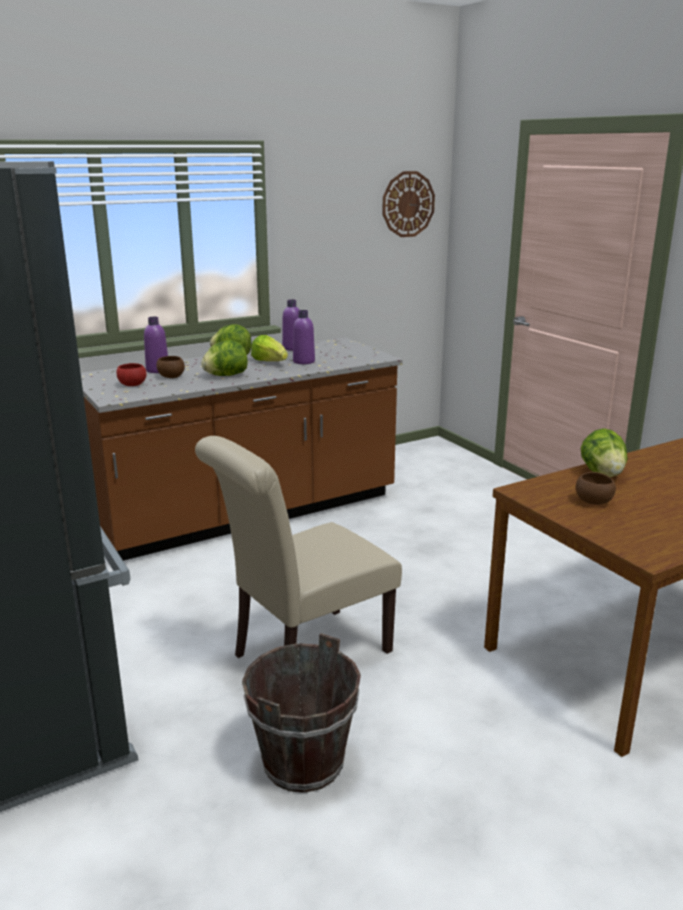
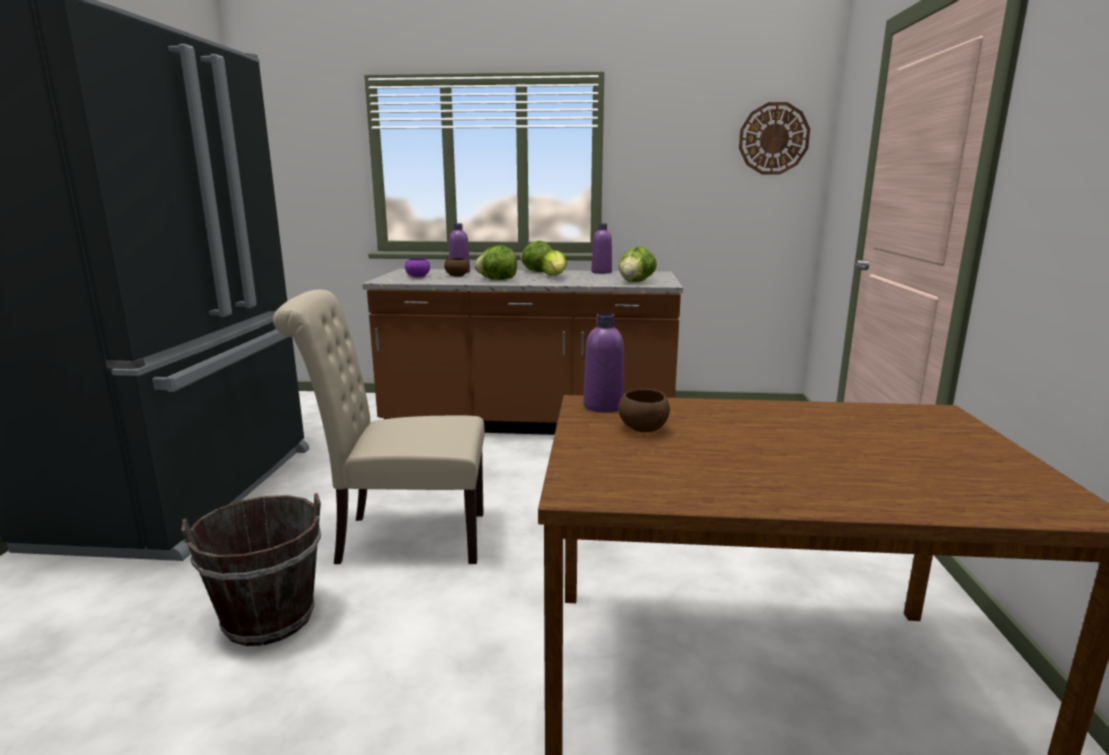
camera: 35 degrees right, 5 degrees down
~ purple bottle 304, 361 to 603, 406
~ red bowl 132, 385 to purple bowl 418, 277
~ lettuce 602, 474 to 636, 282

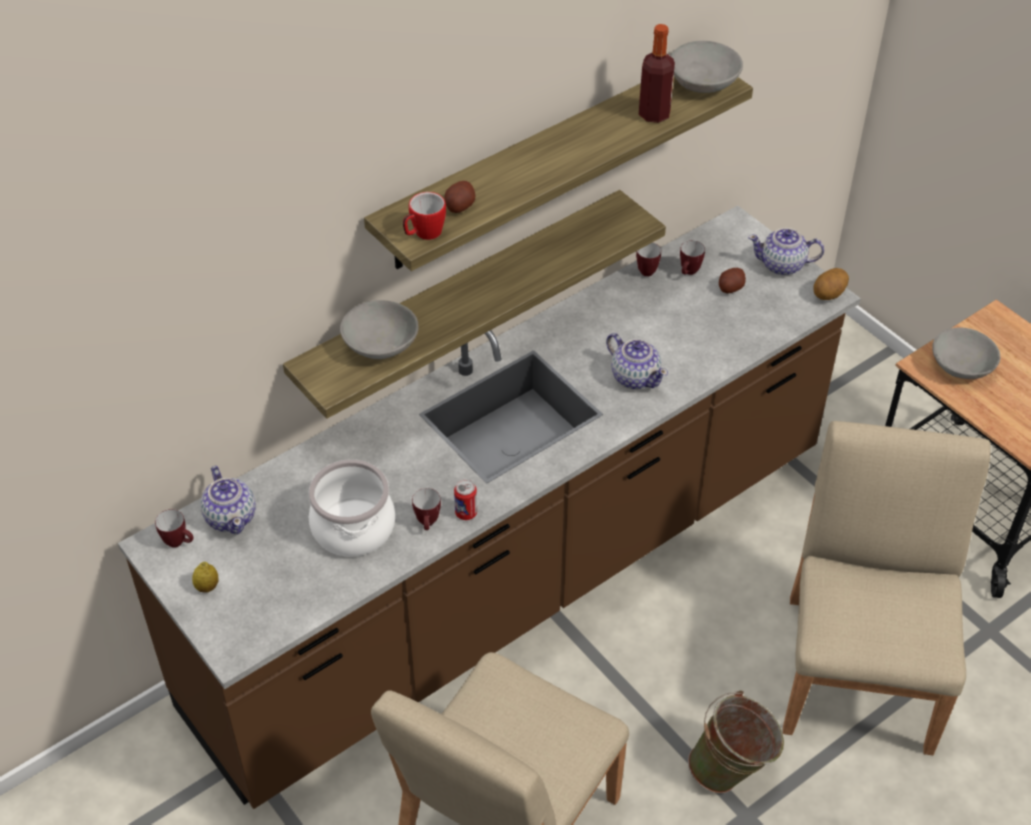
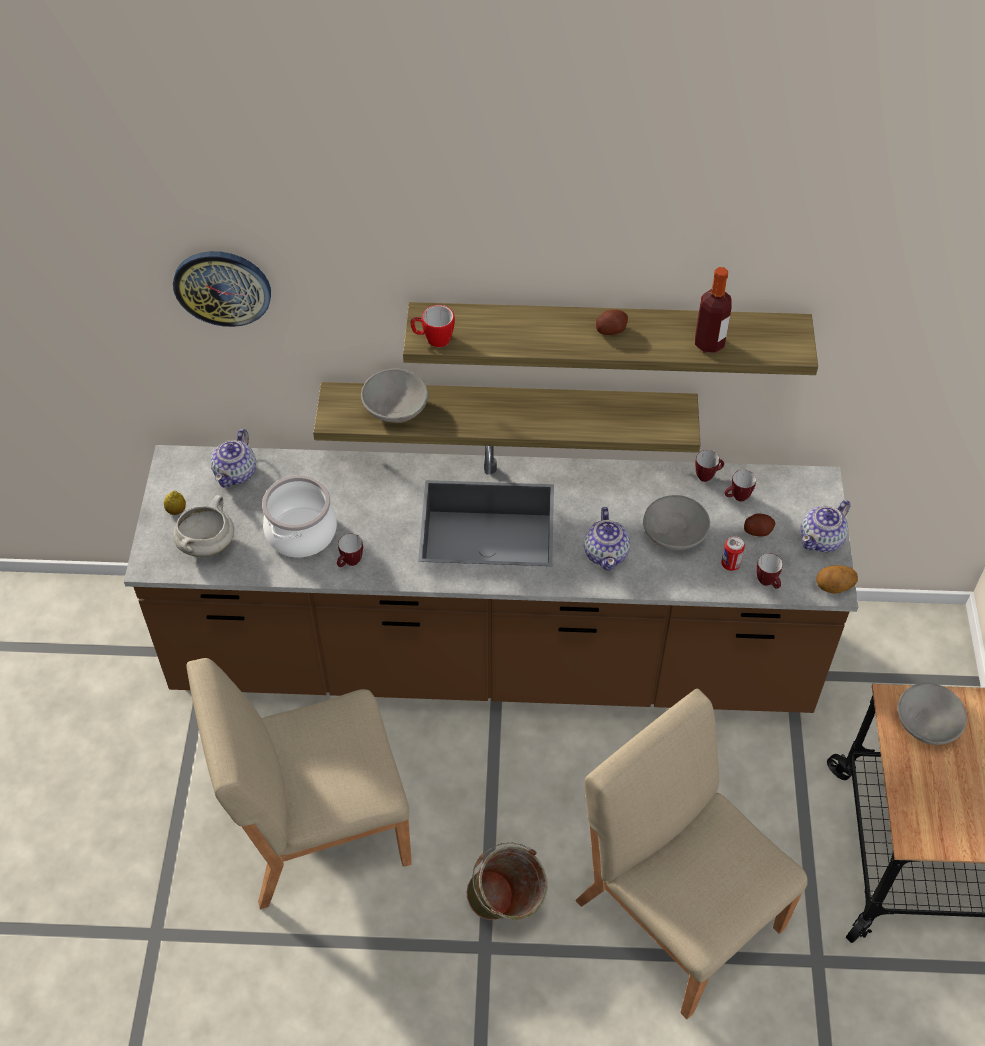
camera: 40 degrees right, 5 degrees up
~ grey bowl 703, 83 to 674, 534
~ potato 459, 206 to 611, 330
~ teapot 783, 265 = 822, 539 90 degrees counterclockwise
~ beige chair 860, 670 = 678, 911 90 degrees counterclockwise
~ can 466, 513 to 730, 564
~ mug 179, 543 to 768, 583
+ wall clock 222, 287
+ white cooking pot 207, 544

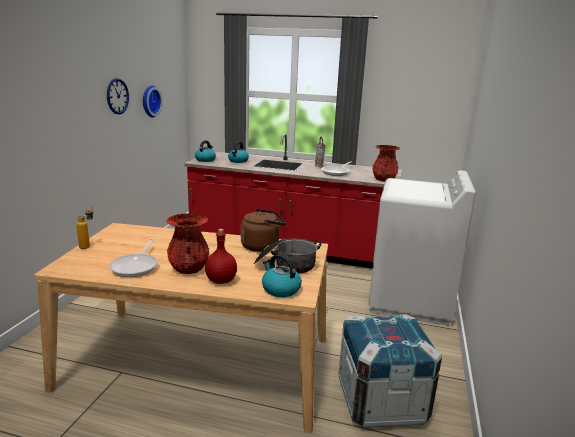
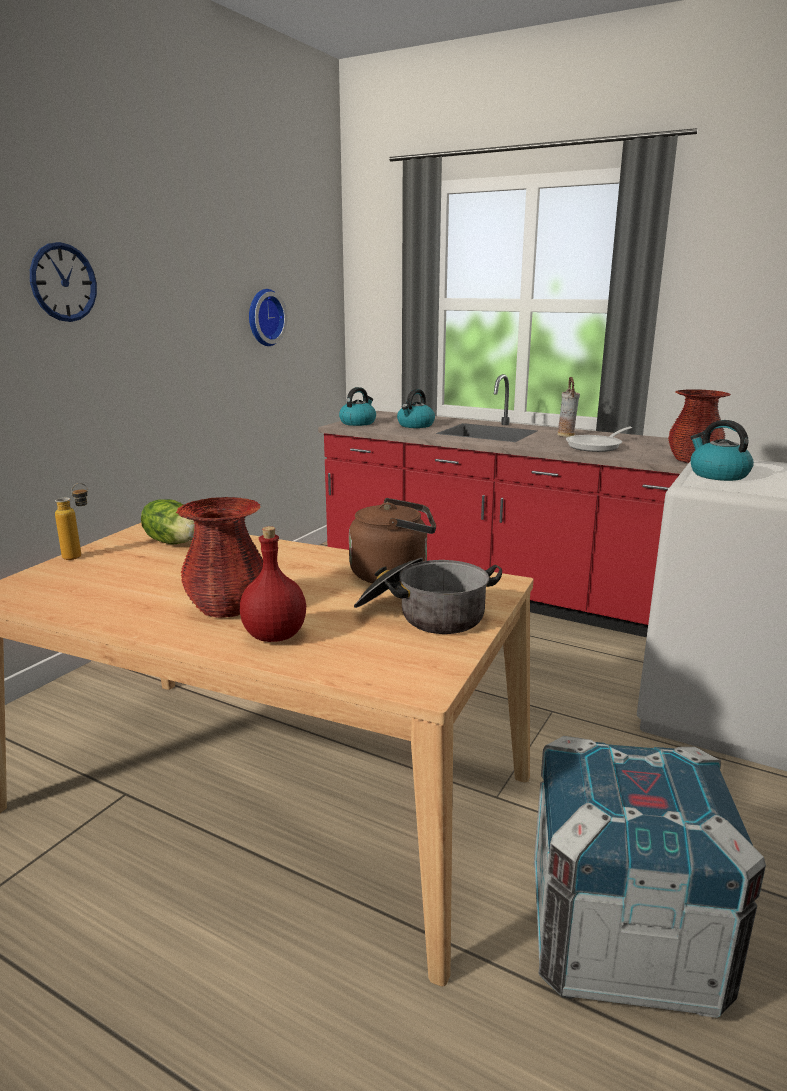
camera: 15 degrees right, 0 degrees up
~ wall clock 117, 96 to 63, 282
- frying pan 136, 266
~ kettle 280, 289 to 717, 475
+ lettuce 173, 542

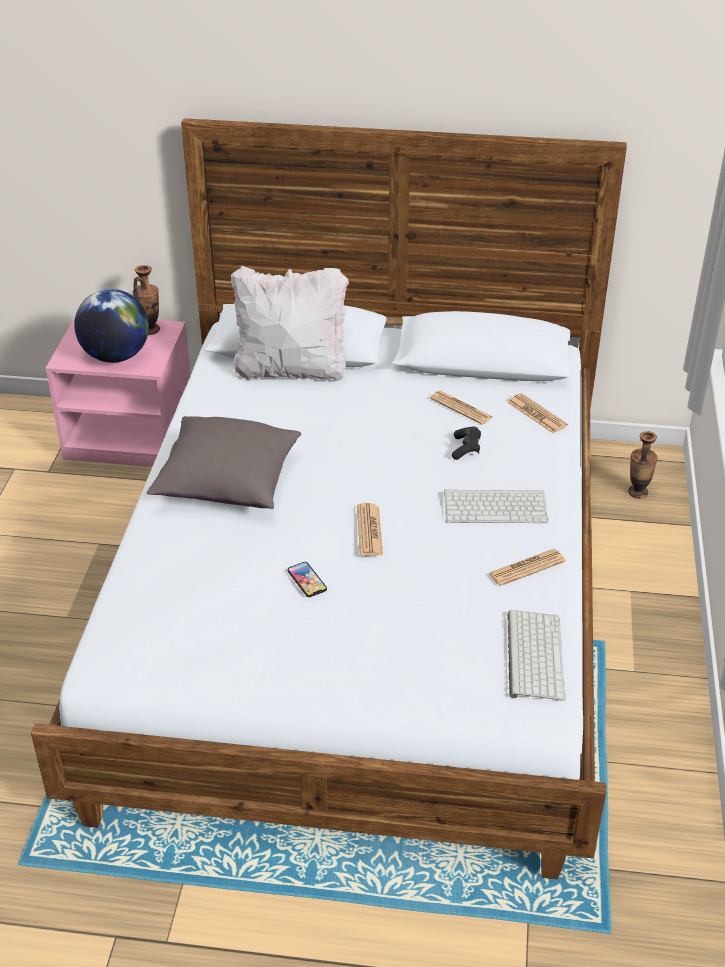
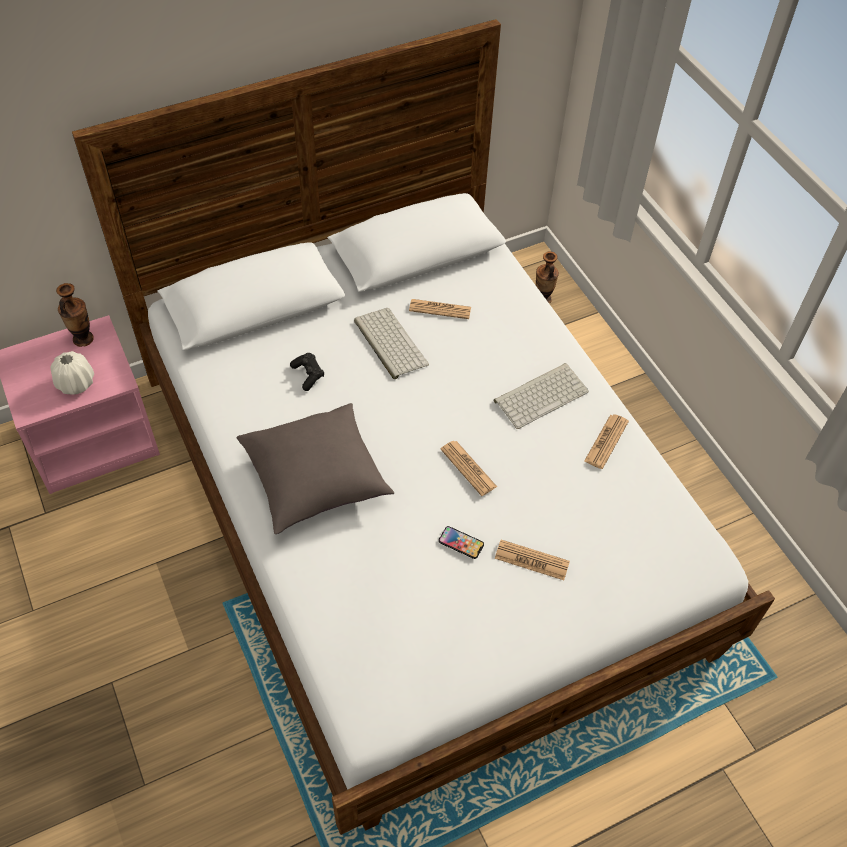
camera: 35 degrees left, 15 degrees up
- white pillow 291, 371
~ globe 116, 356 to white vase 76, 383
~ newspaper 536, 414 to 532, 560
~ black game controller 466, 449 to 308, 375
~ keyboard 533, 654 to 389, 342

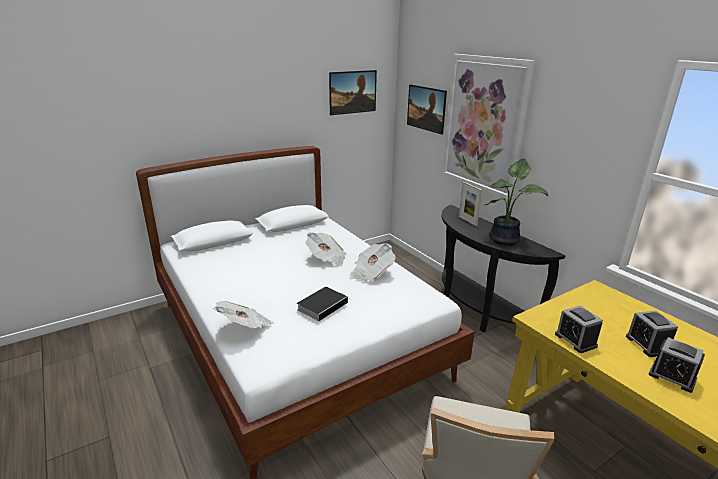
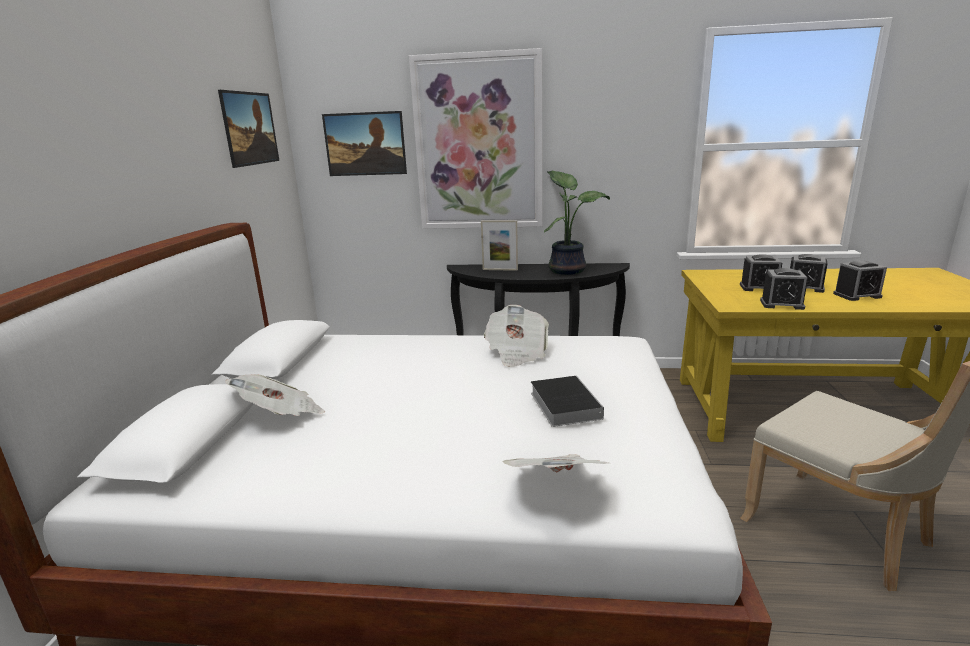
camera: 50 degrees left, 5 degrees down
~ newspaper 326, 259 to 282, 415
+ alarm clock 759, 287

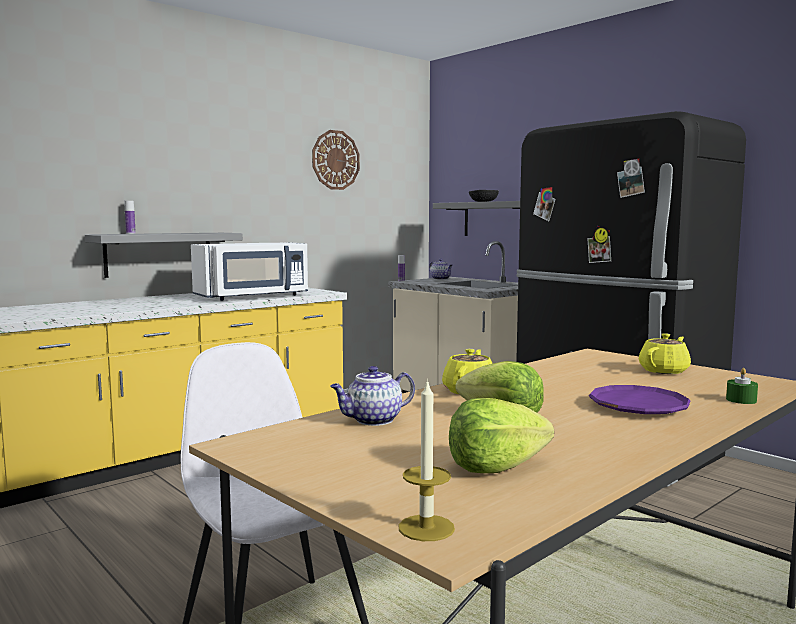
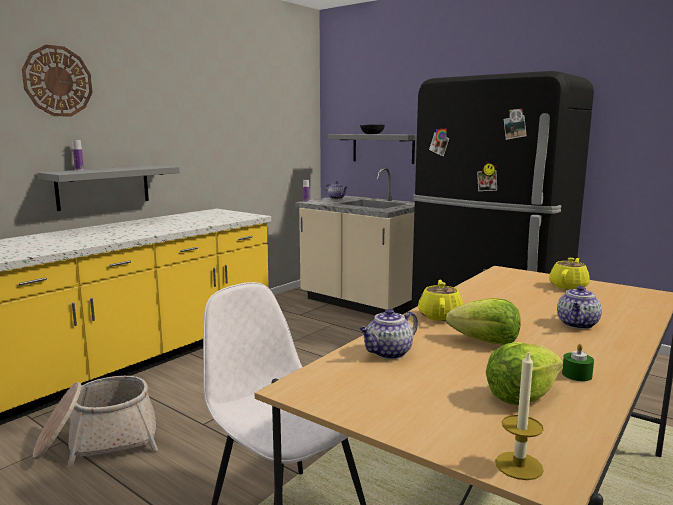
camera: 10 degrees left, 5 degrees up
~ wall clock 335, 160 to 58, 81
- white microwave 253, 297
~ green candle 741, 400 to 576, 375
~ purple plate 638, 407 to teapot 577, 324
+ basket 99, 441

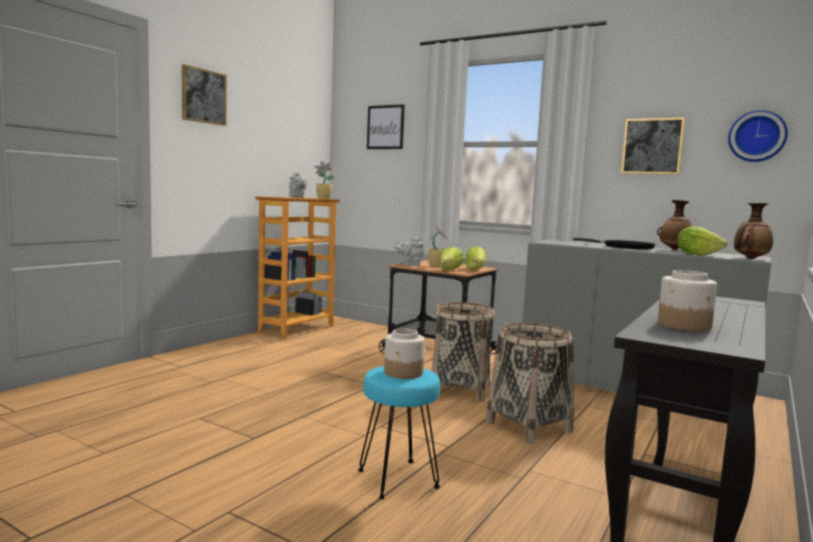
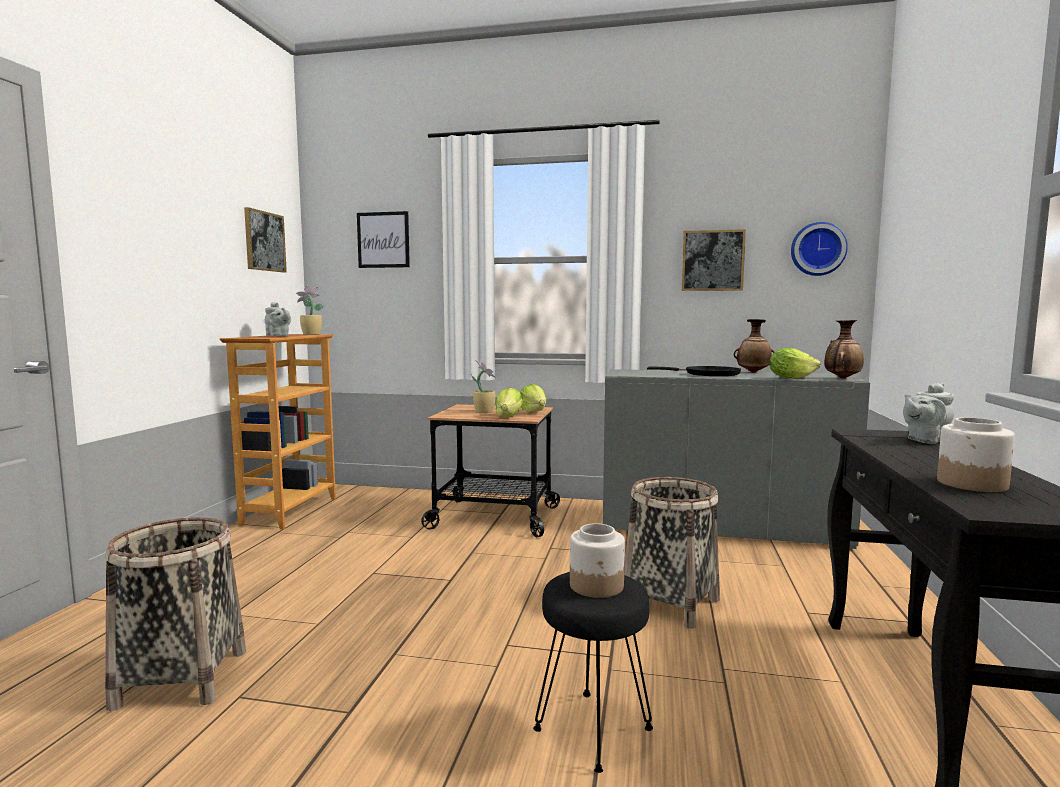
camera: 20 degrees left, 0 degrees up
~ picture 203, 96 to 264, 241
~ grey teapot 410, 265 to 925, 440
~ basket 460, 390 to 182, 678
~ turquoise stool 397, 480 to black stool 593, 730

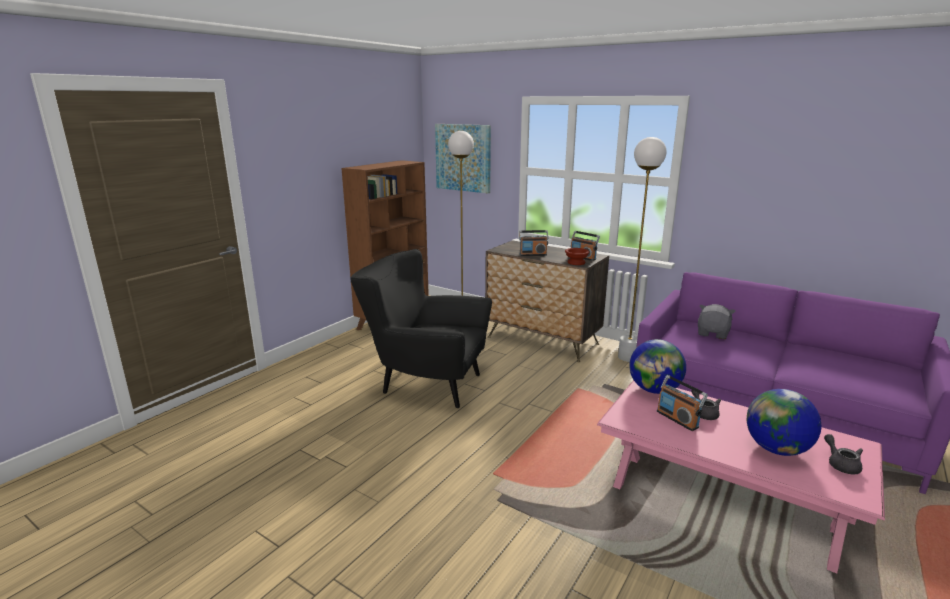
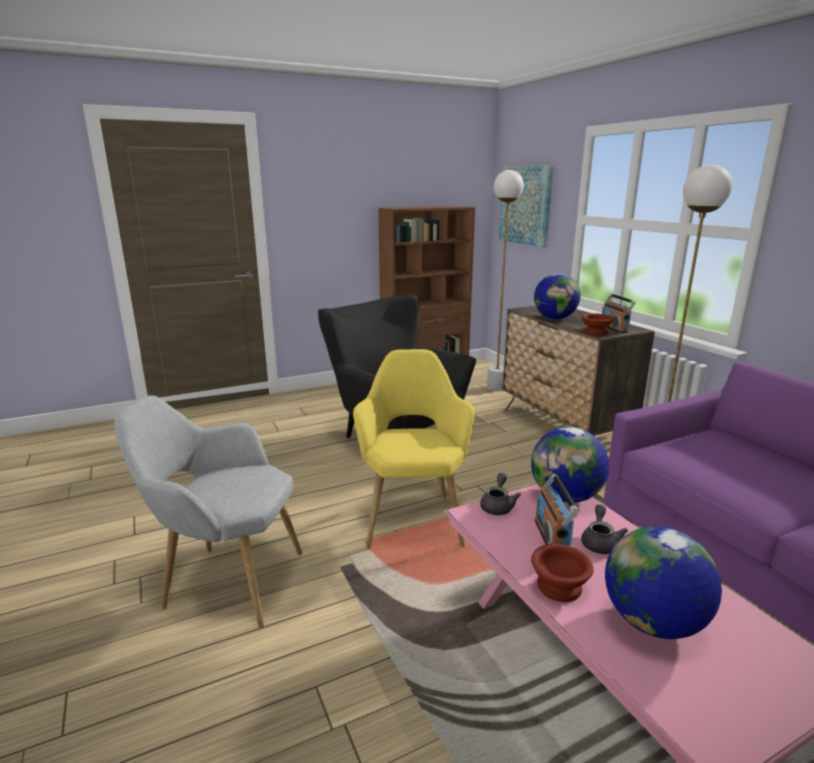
camera: 30 degrees right, 0 degrees up
~ radio 533, 254 to globe 555, 318
- grey plush toy 713, 333
~ grey teapot 841, 464 to 498, 505
+ yellow armchair 413, 516
+ grey armchair 225, 581
+ brown bowl 561, 587

